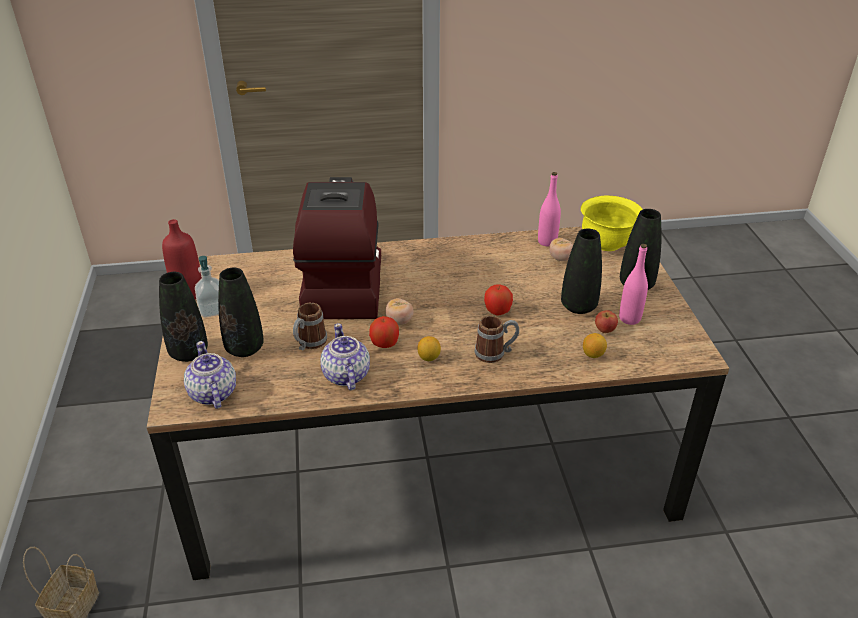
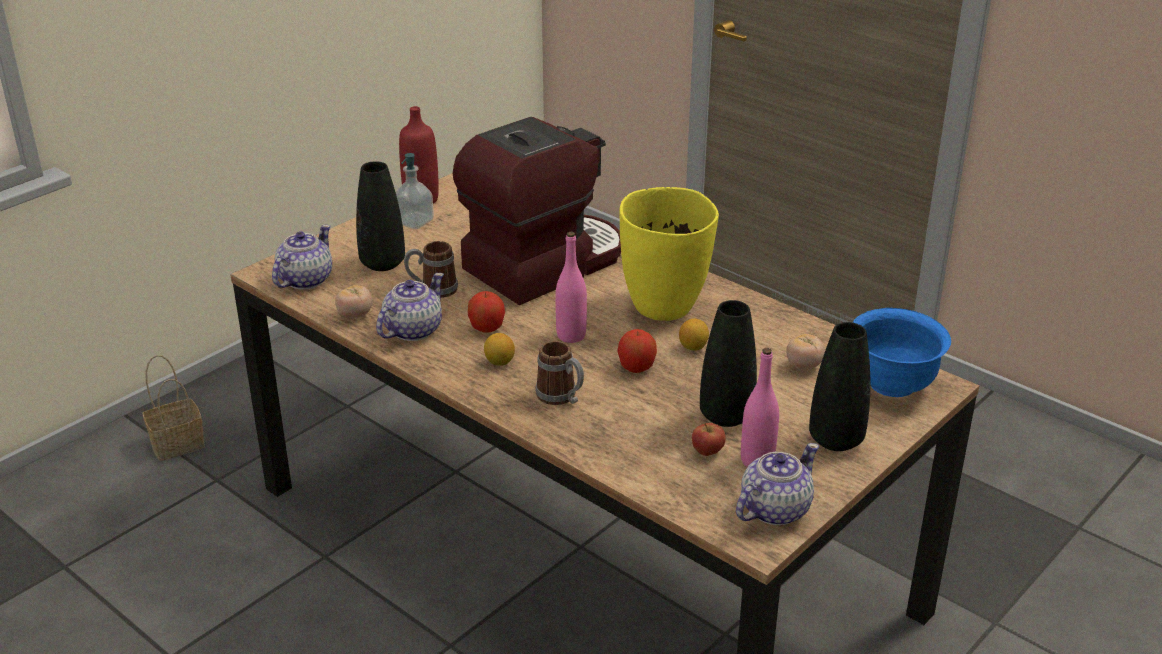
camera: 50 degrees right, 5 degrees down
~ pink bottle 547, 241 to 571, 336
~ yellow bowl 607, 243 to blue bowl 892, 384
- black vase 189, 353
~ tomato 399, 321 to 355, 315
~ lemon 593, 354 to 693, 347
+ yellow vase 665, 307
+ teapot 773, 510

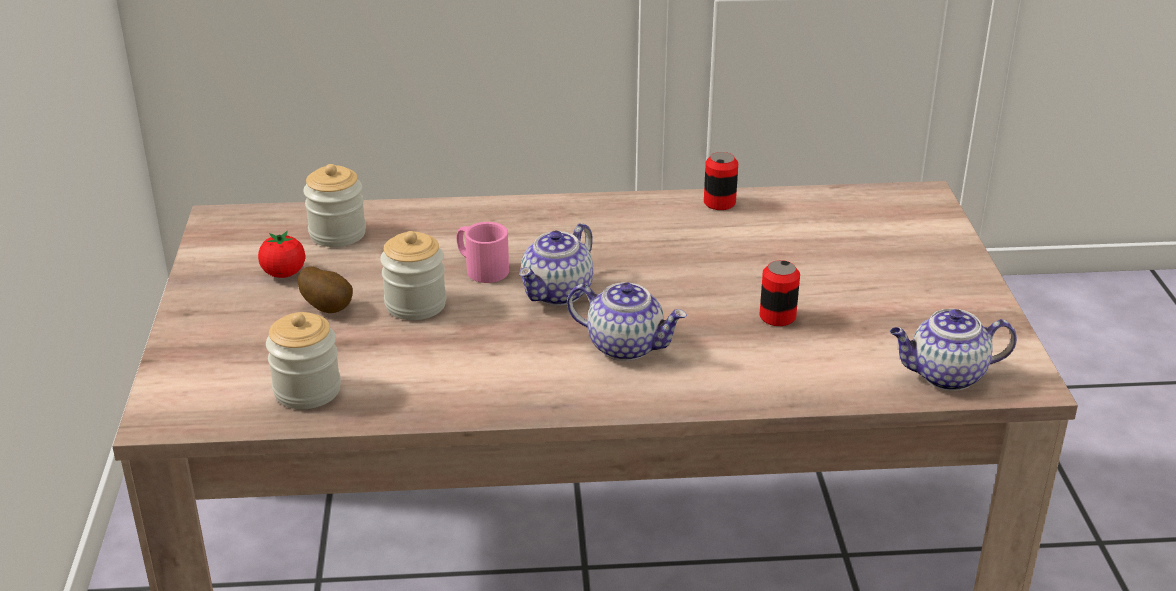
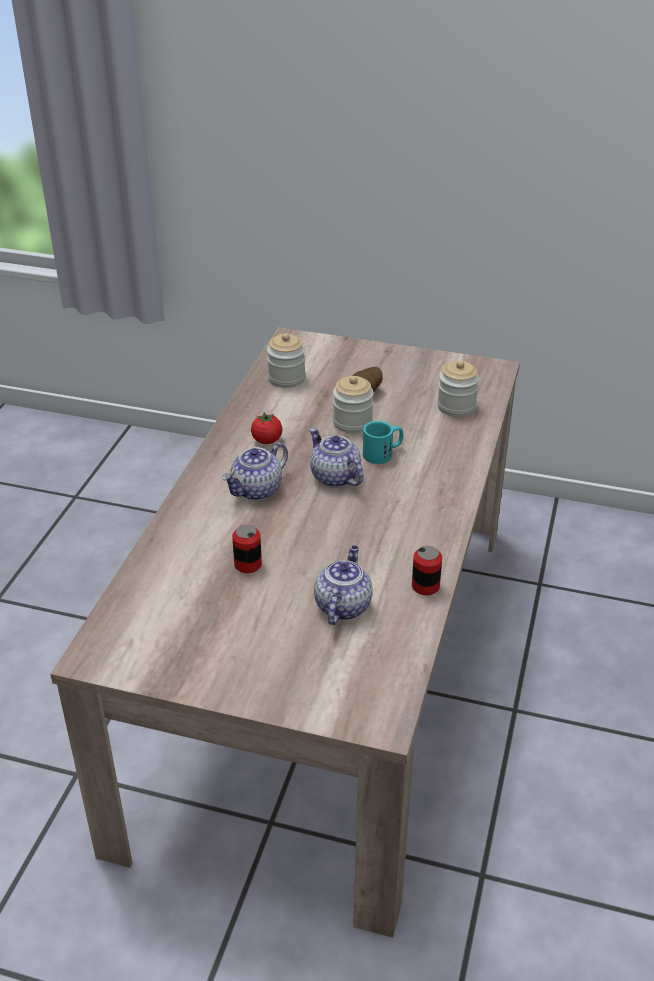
camera: 110 degrees right, 5 degrees up
~ pink mug 481, 268 to turquoise mug 383, 453
~ tomato 284, 274 to 267, 441
~ teapot 945, 376 to 342, 606

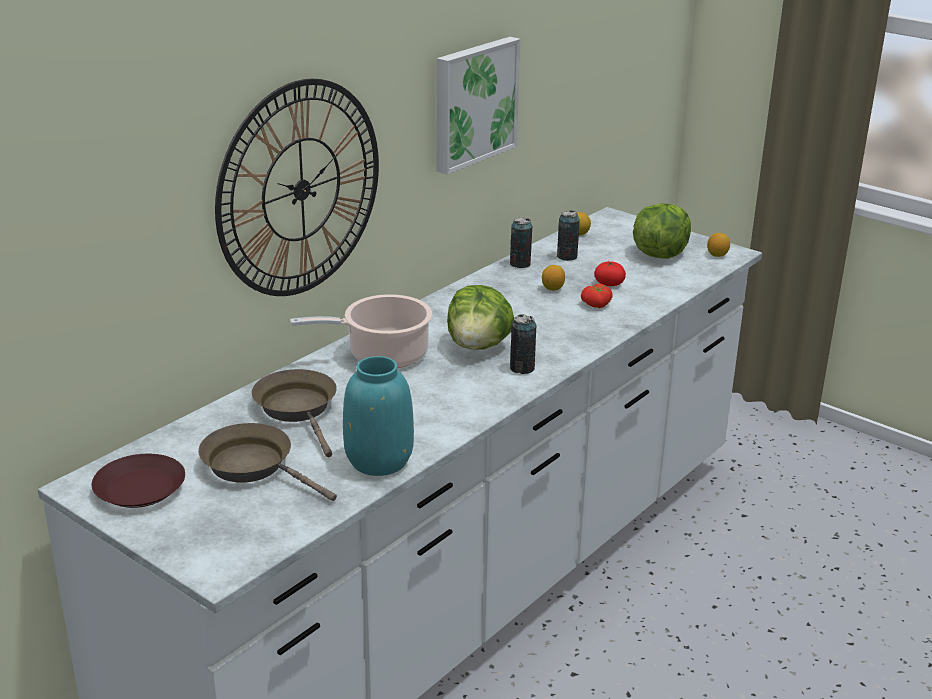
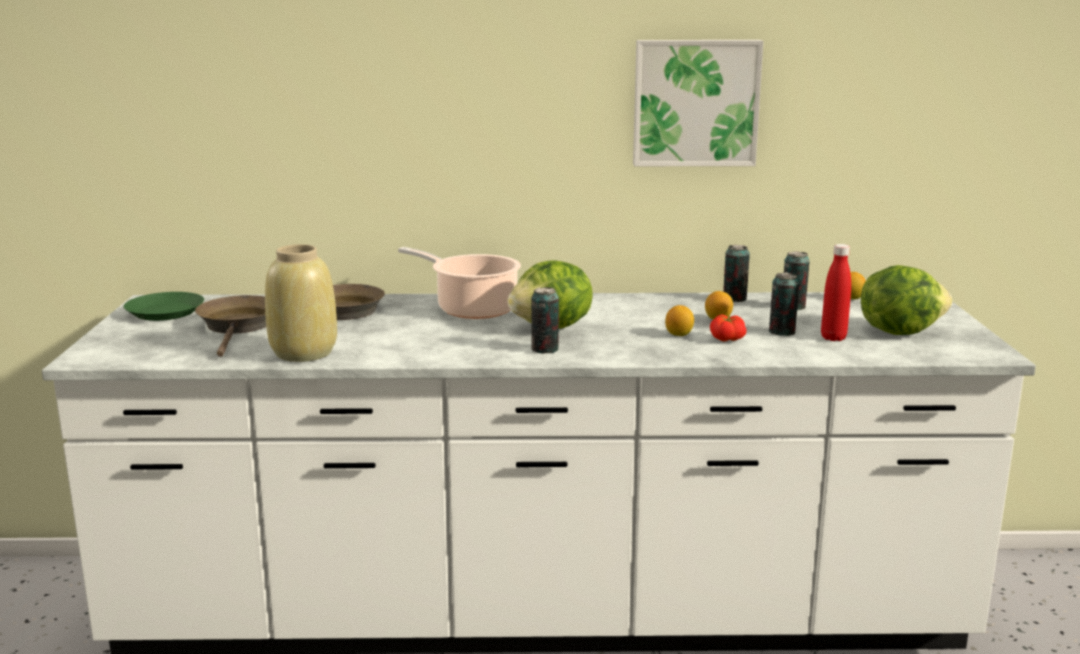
camera: 50 degrees right, 10 degrees down
- wall clock 301, 189
~ lemon 717, 255 to 679, 335
~ tomato 609, 283 to can 782, 332
~ turquoise vase 378, 461 to beige vase 303, 353
~ brown plate 141, 489 to green plate 165, 312
+ red bottle 833, 338

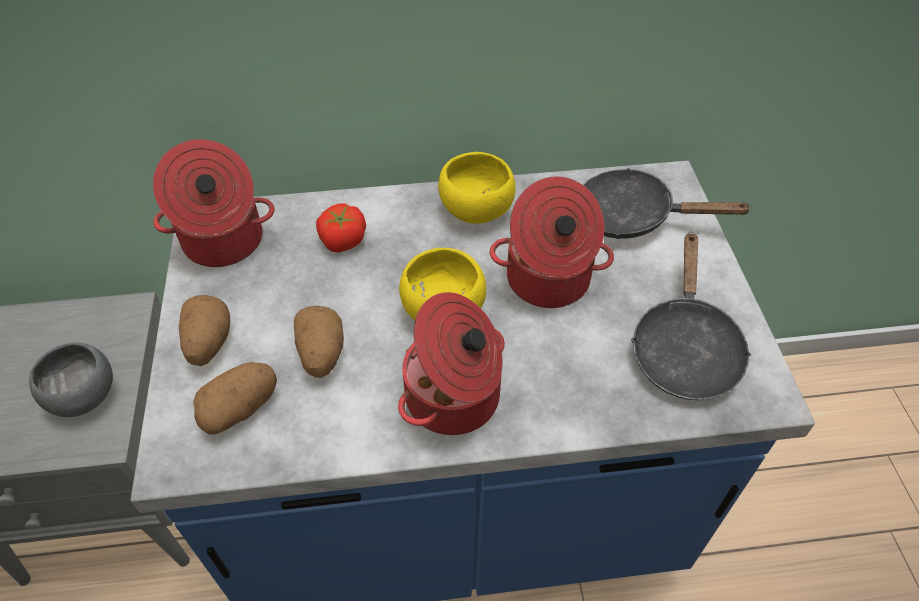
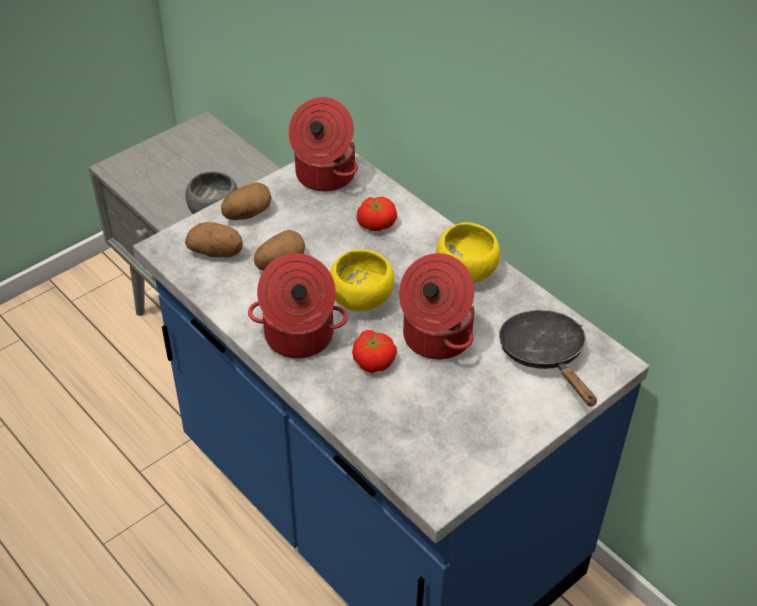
camera: 55 degrees right, 5 degrees down
- black frying pan 684, 348
+ tomato 374, 360

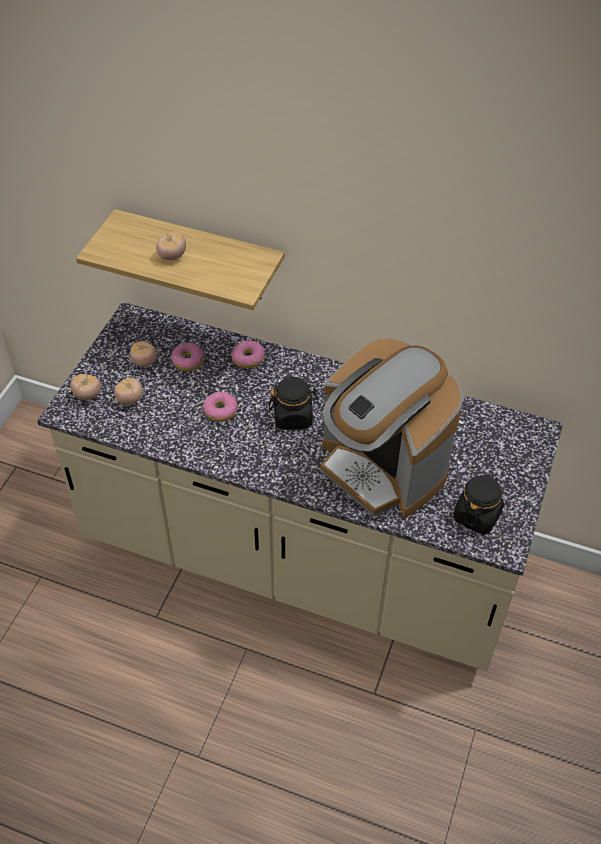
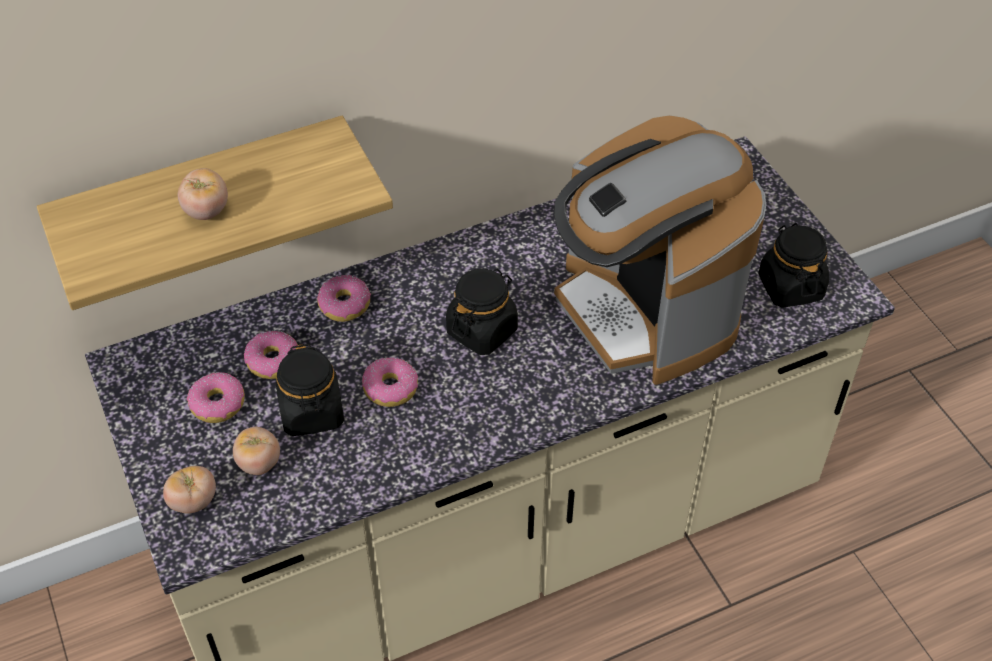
camera: 45 degrees left, 0 degrees up
~ coffee machine 382, 468 = 644, 311 60 degrees clockwise
~ tomato 144, 362 to donut 218, 404
+ black jar 312, 412

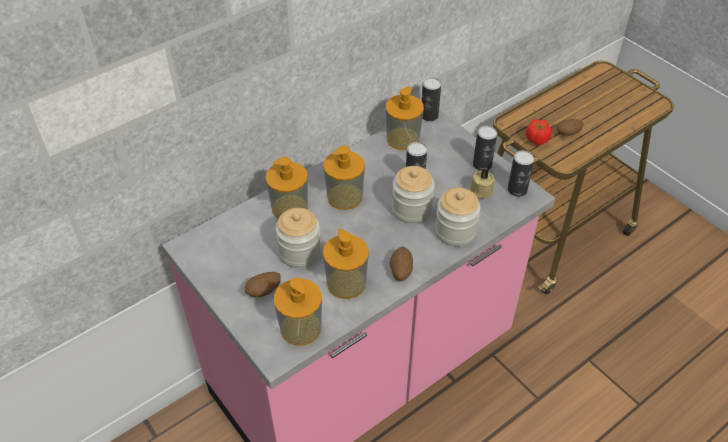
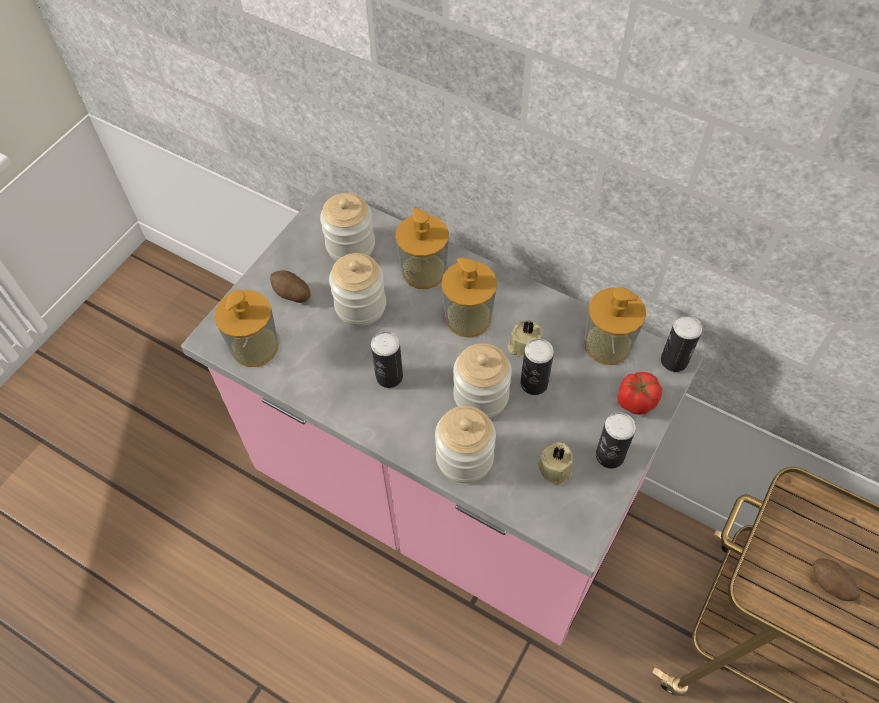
camera: 70 degrees right, 10 degrees up
~ tomato 537, 139 to 636, 401
~ can 517, 190 to 389, 376
- soap dispenser 346, 283
- potato 400, 271
+ jar 350, 246
+ beige candle 523, 346

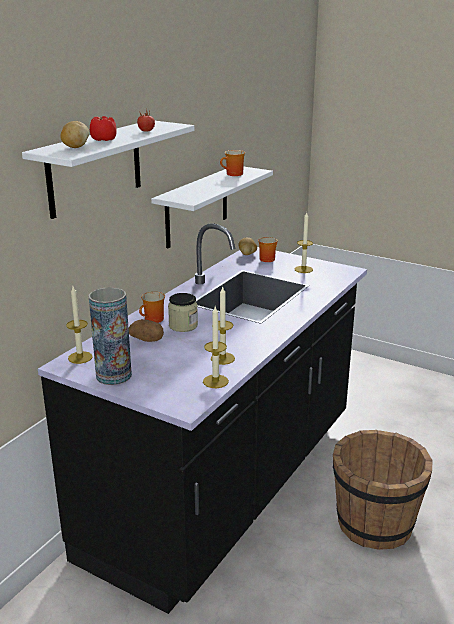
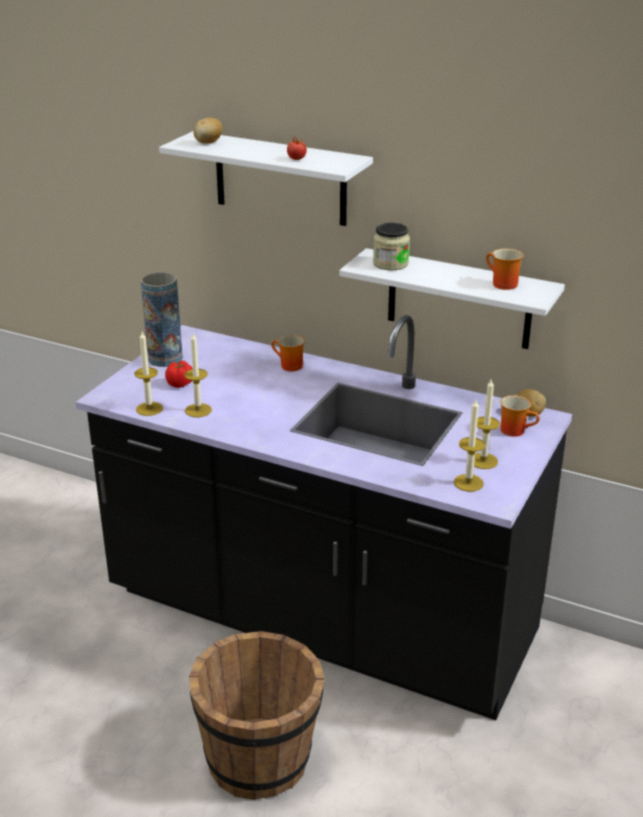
camera: 85 degrees right, 5 degrees up
~ tomato 104, 140 to 180, 384
~ candle 80, 357 to 468, 483
~ jar 183, 326 to 390, 264
- potato 147, 340

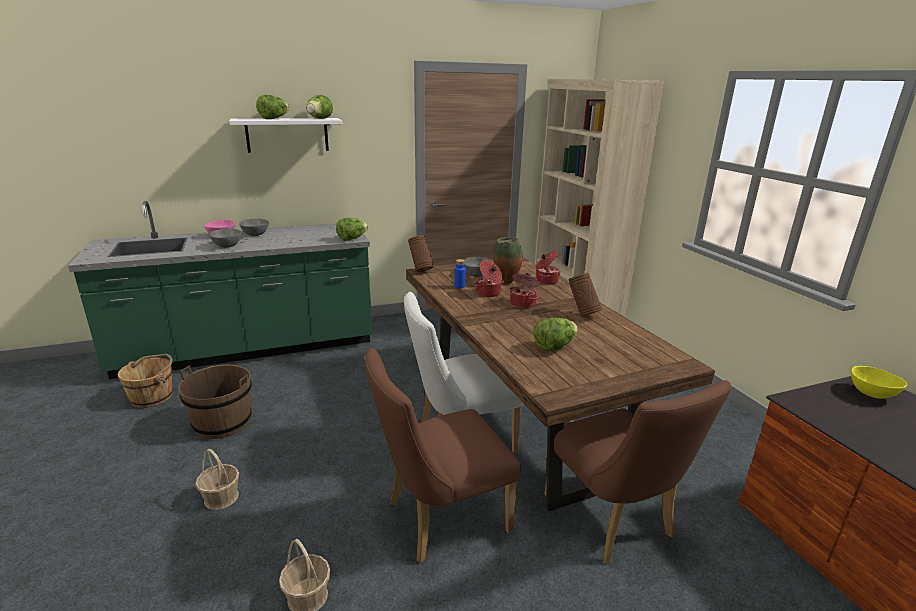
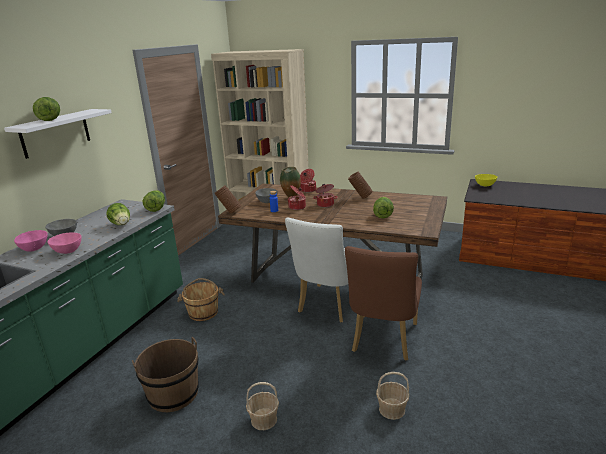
camera: 45 degrees left, 0 degrees up
~ lettuce 319, 119 to 121, 225
~ grey bowl 227, 246 to pink bowl 67, 251
~ brown bucket 152, 397 to 203, 312
- brown chair 614, 522

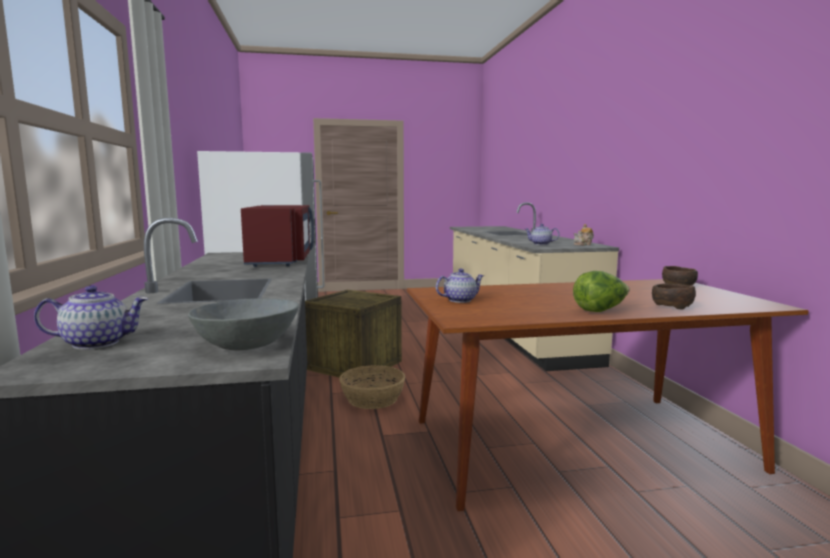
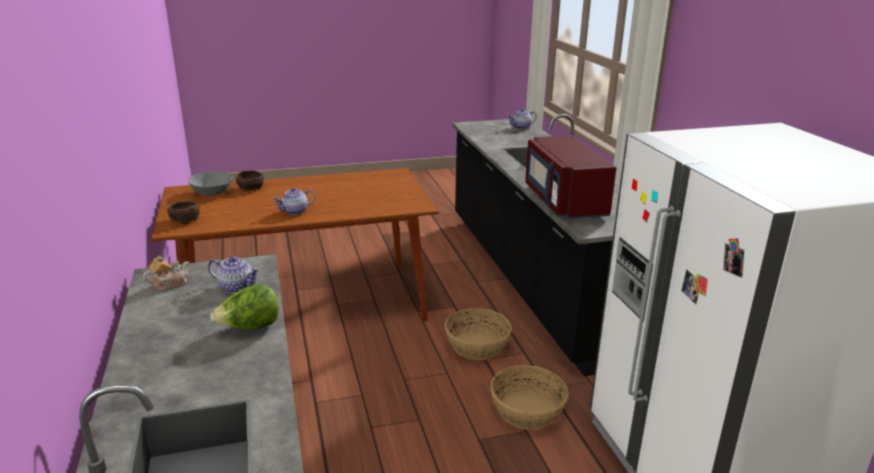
camera: 175 degrees right, 15 degrees up
~ teapot 460, 300 to 295, 211
~ lettuce 600, 310 to 250, 328
~ crate 354, 365 to basket 527, 410
~ grey bowl 248, 344 to 211, 193

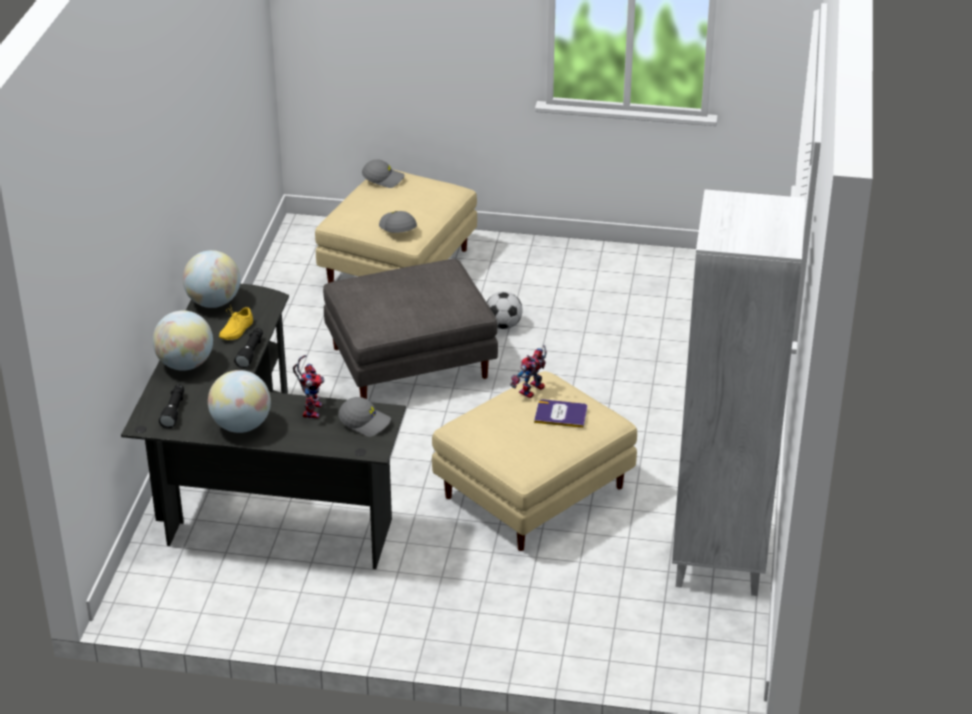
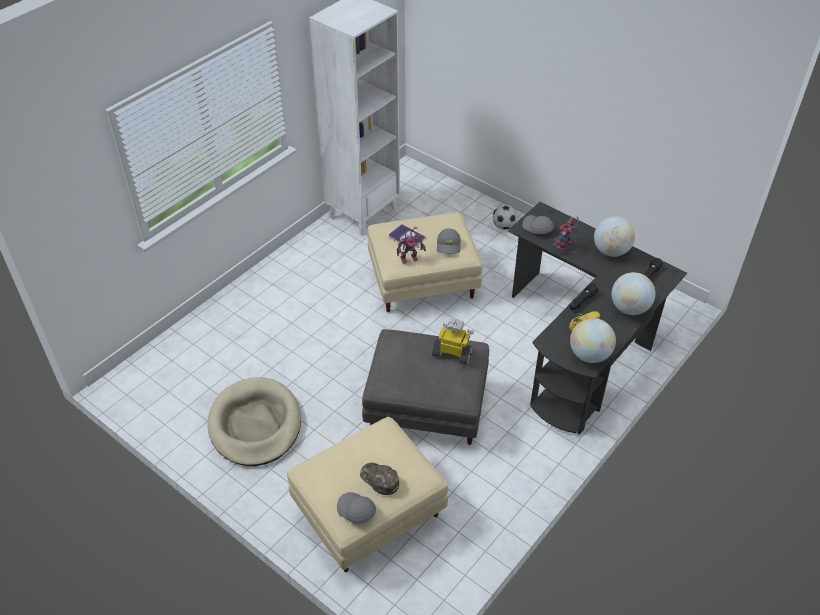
camera: 150 degrees left, 10 degrees up
~ grey cap 397, 227 to 449, 245
~ football 503, 325 to 504, 226
+ toy robot 453, 353
+ beige dog bed 255, 424
+ green cap 379, 479

